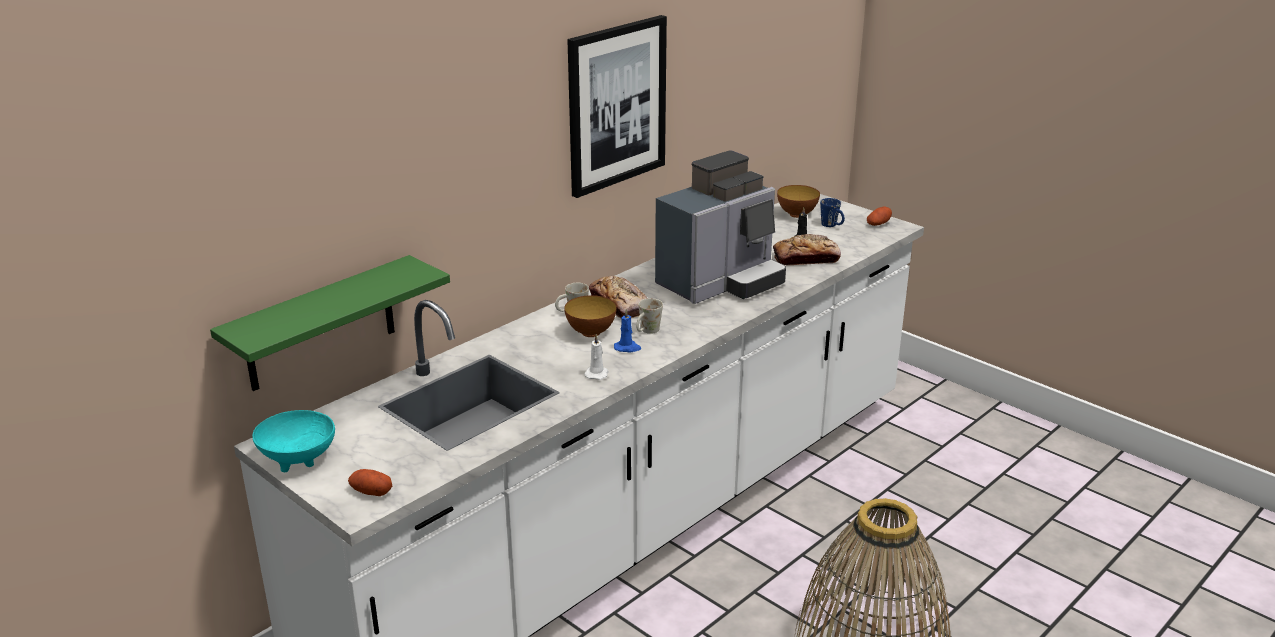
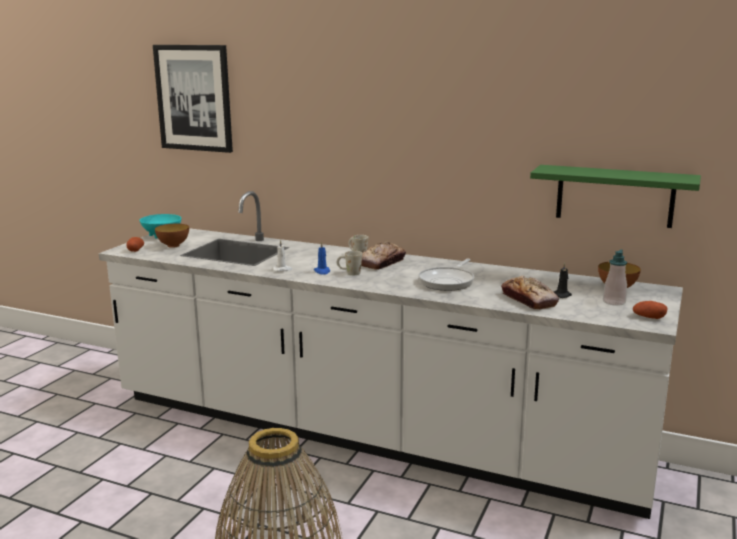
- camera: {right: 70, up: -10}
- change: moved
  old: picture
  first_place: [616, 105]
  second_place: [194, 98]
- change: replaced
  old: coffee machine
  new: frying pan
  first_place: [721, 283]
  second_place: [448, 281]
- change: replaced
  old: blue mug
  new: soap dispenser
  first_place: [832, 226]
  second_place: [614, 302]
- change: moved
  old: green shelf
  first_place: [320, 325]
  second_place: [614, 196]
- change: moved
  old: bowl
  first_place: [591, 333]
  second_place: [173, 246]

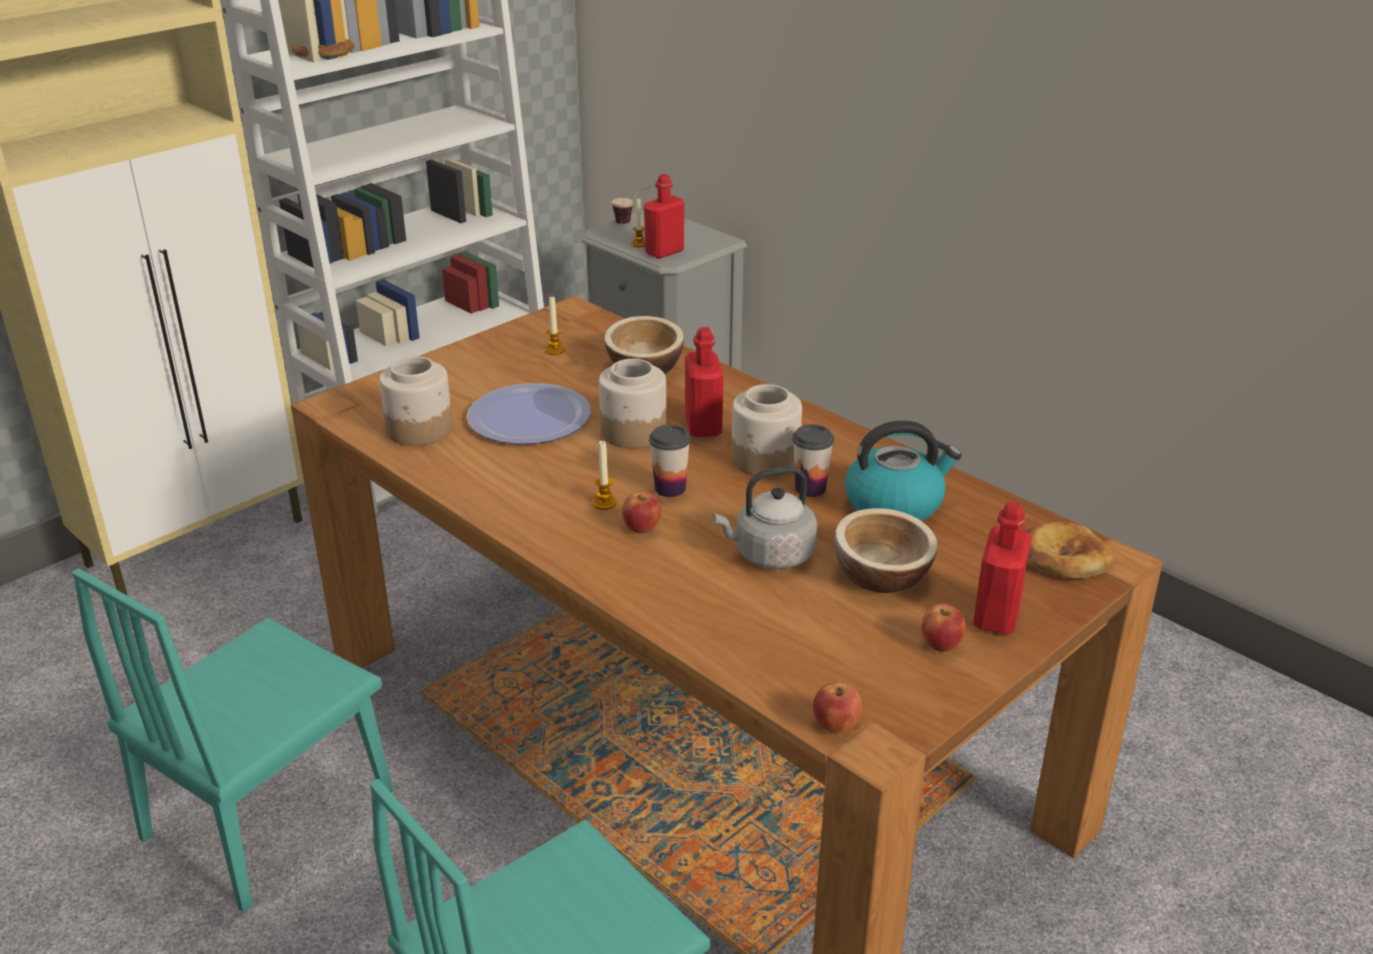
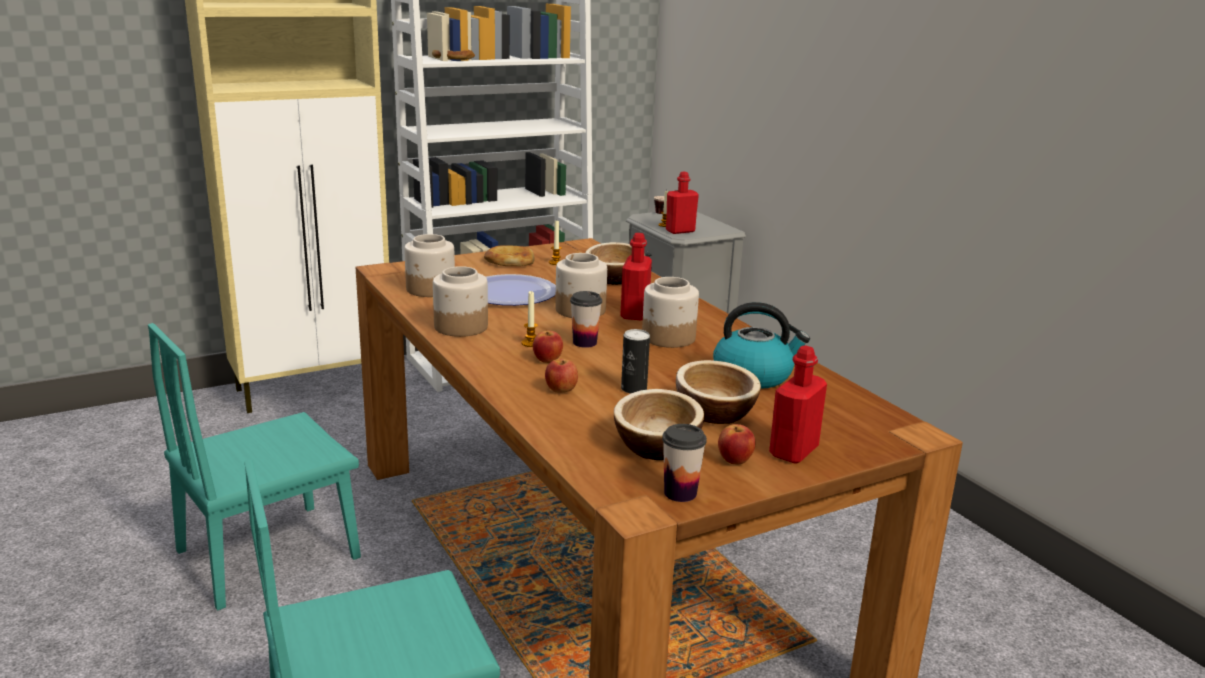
- camera: {right: 15, up: -10}
- change: moved
  old: cup
  first_place: [810, 488]
  second_place: [680, 493]
- change: replaced
  old: grey kettle
  new: can
  first_place: [770, 555]
  second_place: [634, 389]
- change: moved
  old: bread
  first_place: [1064, 557]
  second_place: [510, 260]
- change: moved
  old: apple
  first_place: [836, 726]
  second_place: [561, 390]
- change: added
  new: jar
  second_place: [460, 327]
- change: added
  new: bowl
  second_place: [656, 447]

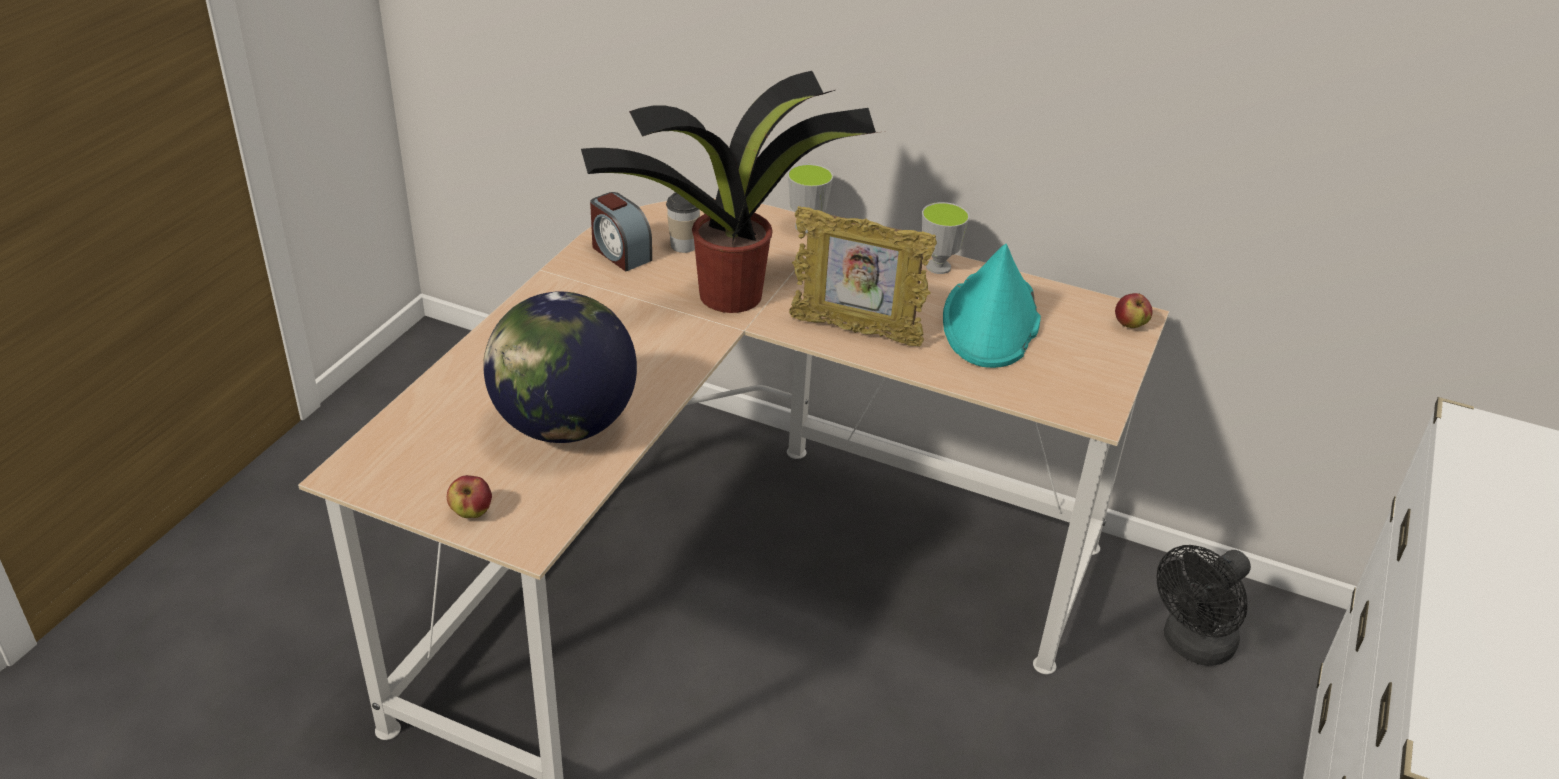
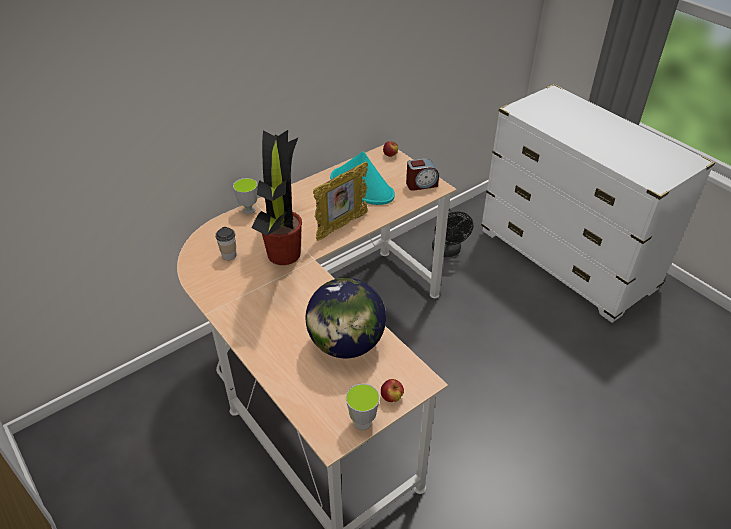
- camera: {right: -60, up: 5}
- change: moved
  old: alarm clock
  first_place: [620, 253]
  second_place: [421, 184]
- change: moved
  old: cup
  first_place: [938, 267]
  second_place: [362, 423]

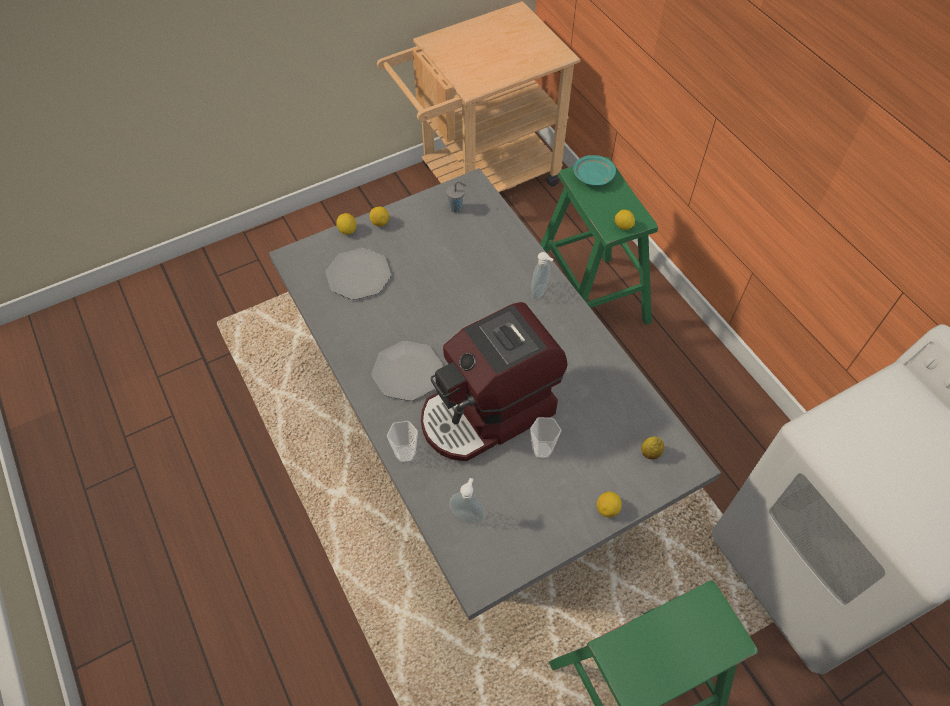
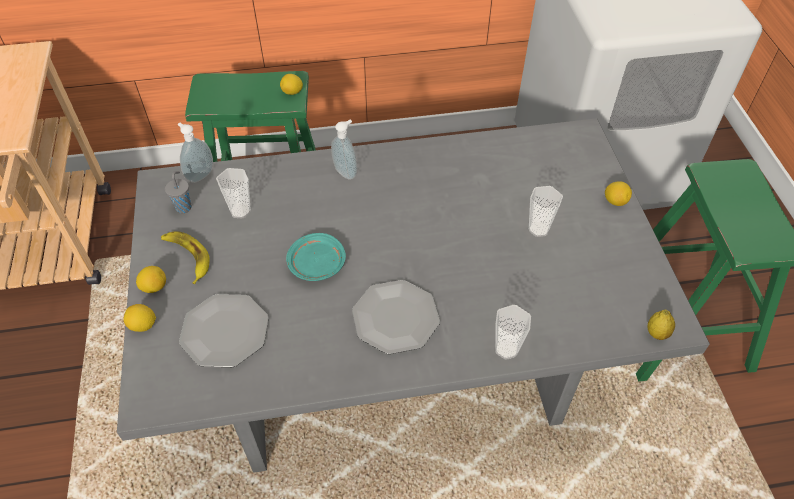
- camera: {right: -70, up: -5}
- change: moved
  old: turquoise plate
  first_place: [592, 176]
  second_place: [317, 264]
- change: removed
  old: coffee machine
  first_place: [488, 413]
- change: moved
  old: lemon
  first_place: [650, 453]
  second_place: [657, 333]
- change: moved
  old: soap dispenser
  first_place: [468, 515]
  second_place: [199, 175]
- change: added
  new: cup
  second_place: [240, 211]
- change: added
  new: banana
  second_place: [187, 257]

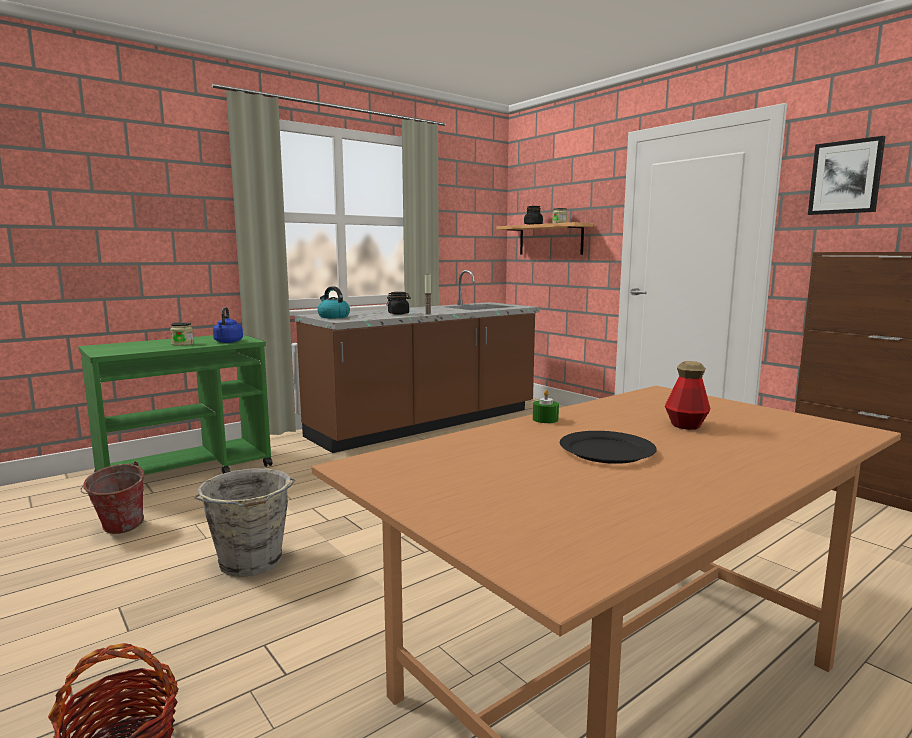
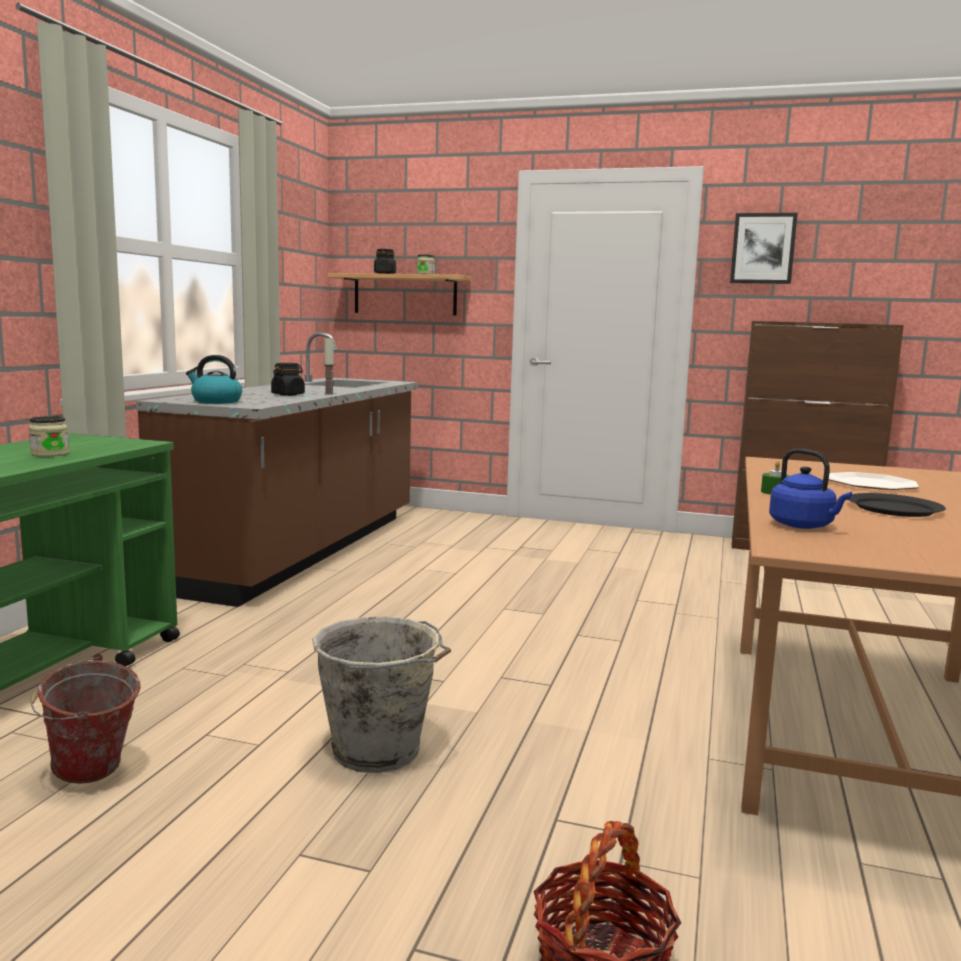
- camera: {right: -35, up: 0}
- change: moved
  old: blue kettle
  first_place: [228, 342]
  second_place: [804, 526]
- change: replaced
  old: bottle
  new: plate
  first_place: [685, 425]
  second_place: [872, 484]

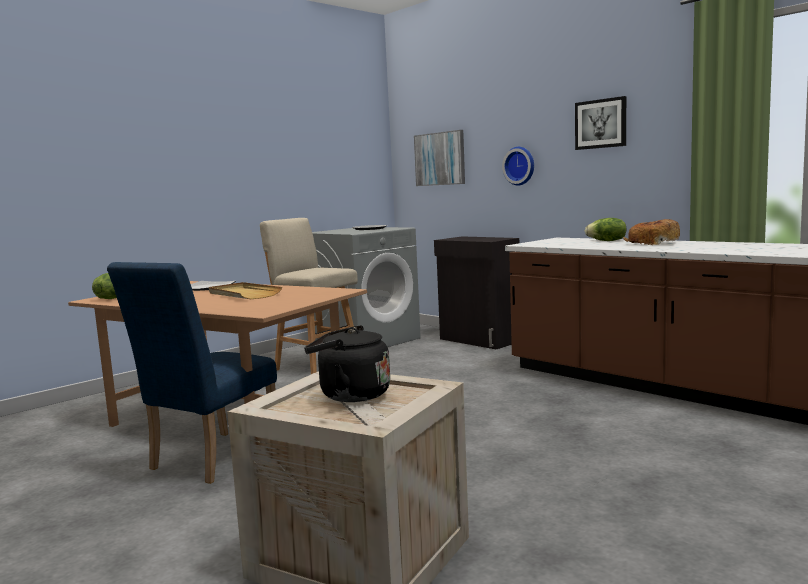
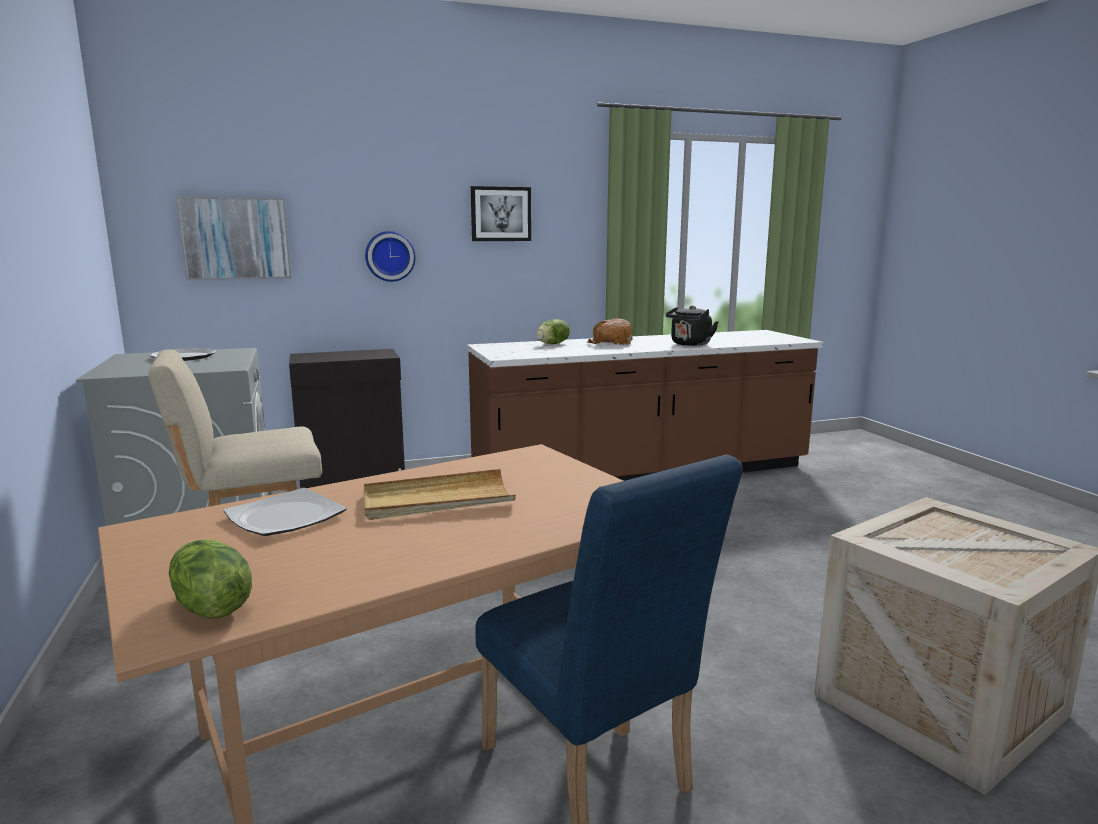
- camera: {right: -65, up: 5}
- change: moved
  old: black kettle
  first_place: [350, 395]
  second_place: [689, 344]

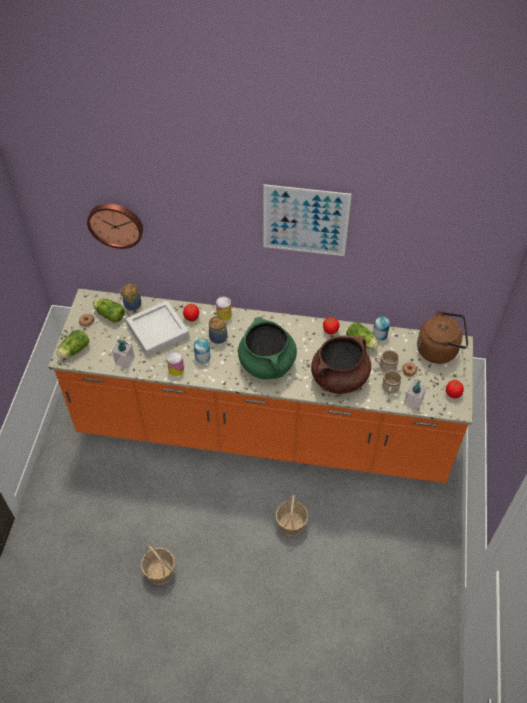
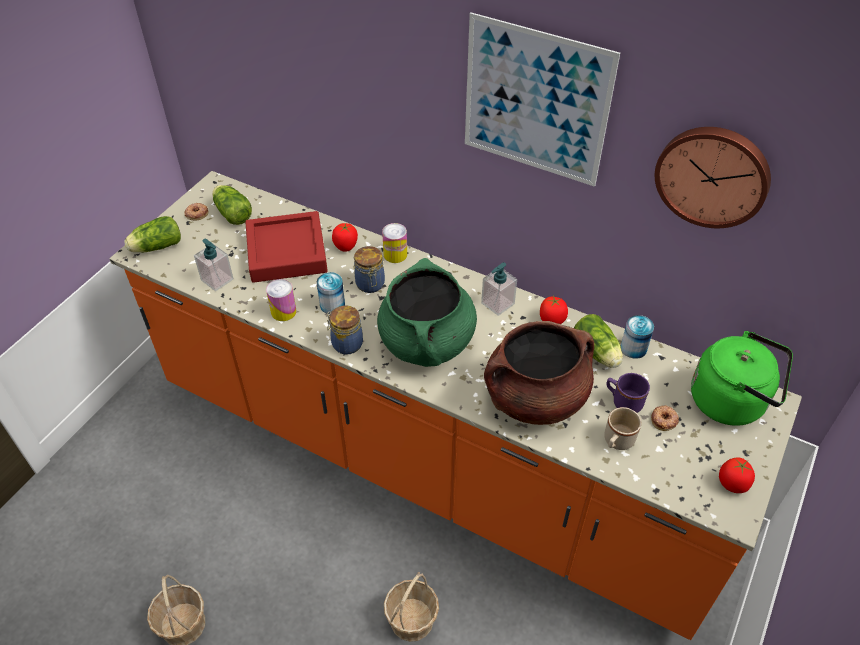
- camera: {right: 20, up: -5}
- change: moved
  old: wall clock
  first_place: [116, 224]
  second_place: [713, 175]
- change: moved
  old: jar
  first_place: [132, 304]
  second_place: [346, 343]
- change: recoloured
  old: grey tray
  new: red tray
  first_place: [158, 331]
  second_place: [287, 252]
- change: recoloured
  old: brown kettle
  new: green kettle
  first_place: [439, 349]
  second_place: [732, 401]
- change: recoloured
  old: beige mug
  new: purple mug
  first_place: [385, 366]
  second_place: [623, 401]
- change: moved
  old: soap dispenser
  first_place: [413, 402]
  second_place: [497, 303]

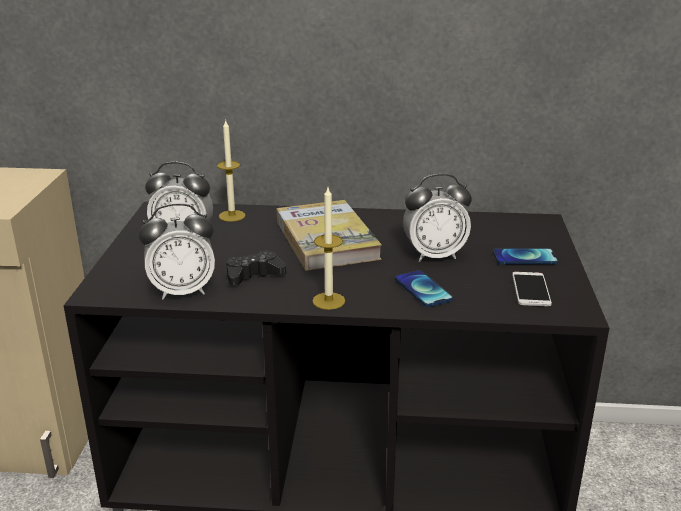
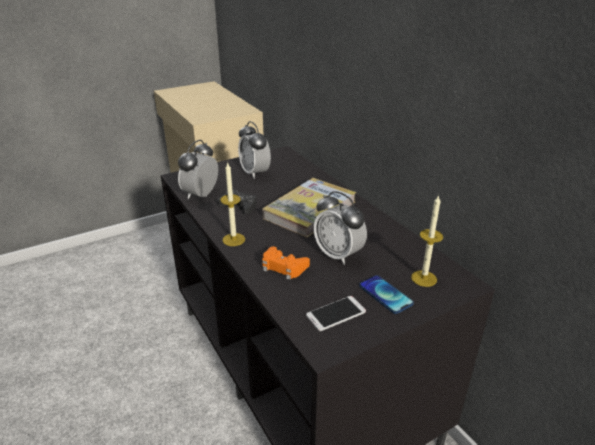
- camera: {right: 55, up: 5}
- change: moved
  old: candle
  first_place: [232, 216]
  second_place: [424, 278]
- change: turned
  old: alarm clock
  first_place: [182, 291]
  second_place: [201, 195]
  degrees: 75
- change: replaced
  old: phone
  new: orange game controller
  first_place: [423, 290]
  second_place: [283, 267]

